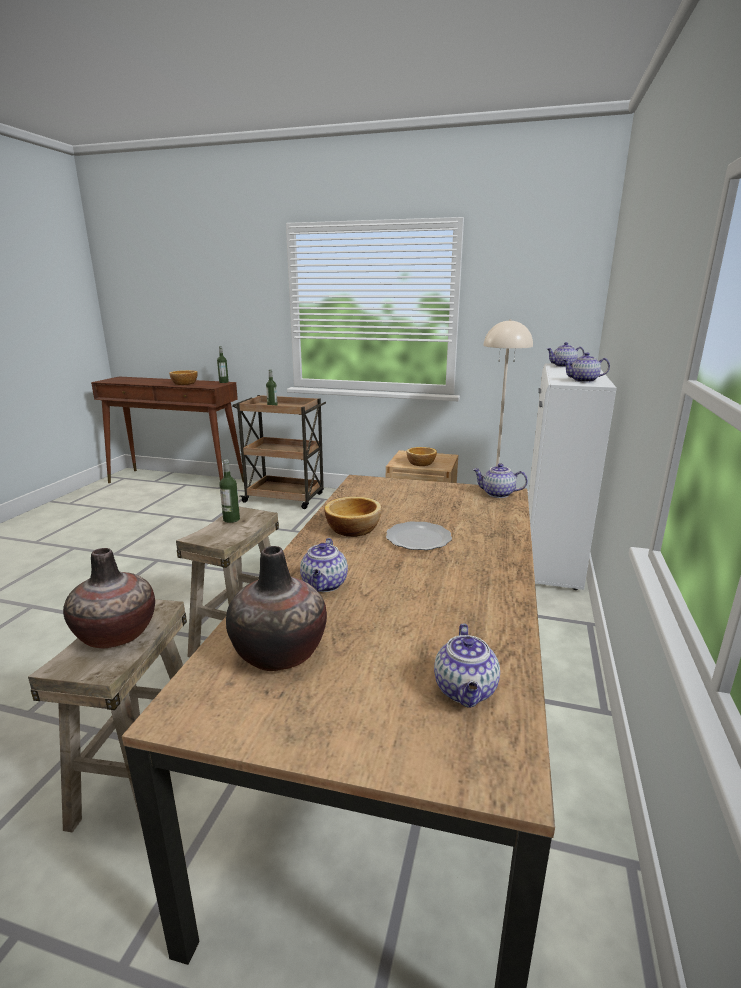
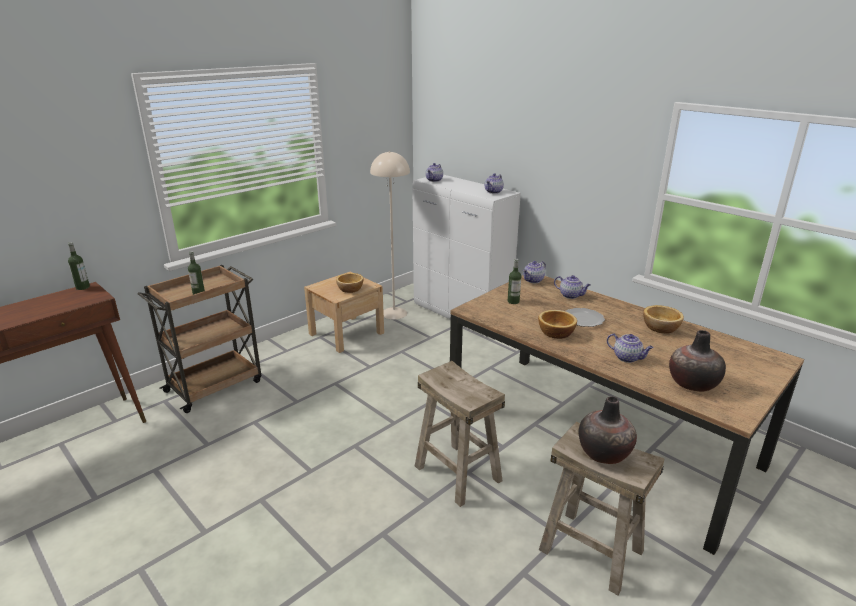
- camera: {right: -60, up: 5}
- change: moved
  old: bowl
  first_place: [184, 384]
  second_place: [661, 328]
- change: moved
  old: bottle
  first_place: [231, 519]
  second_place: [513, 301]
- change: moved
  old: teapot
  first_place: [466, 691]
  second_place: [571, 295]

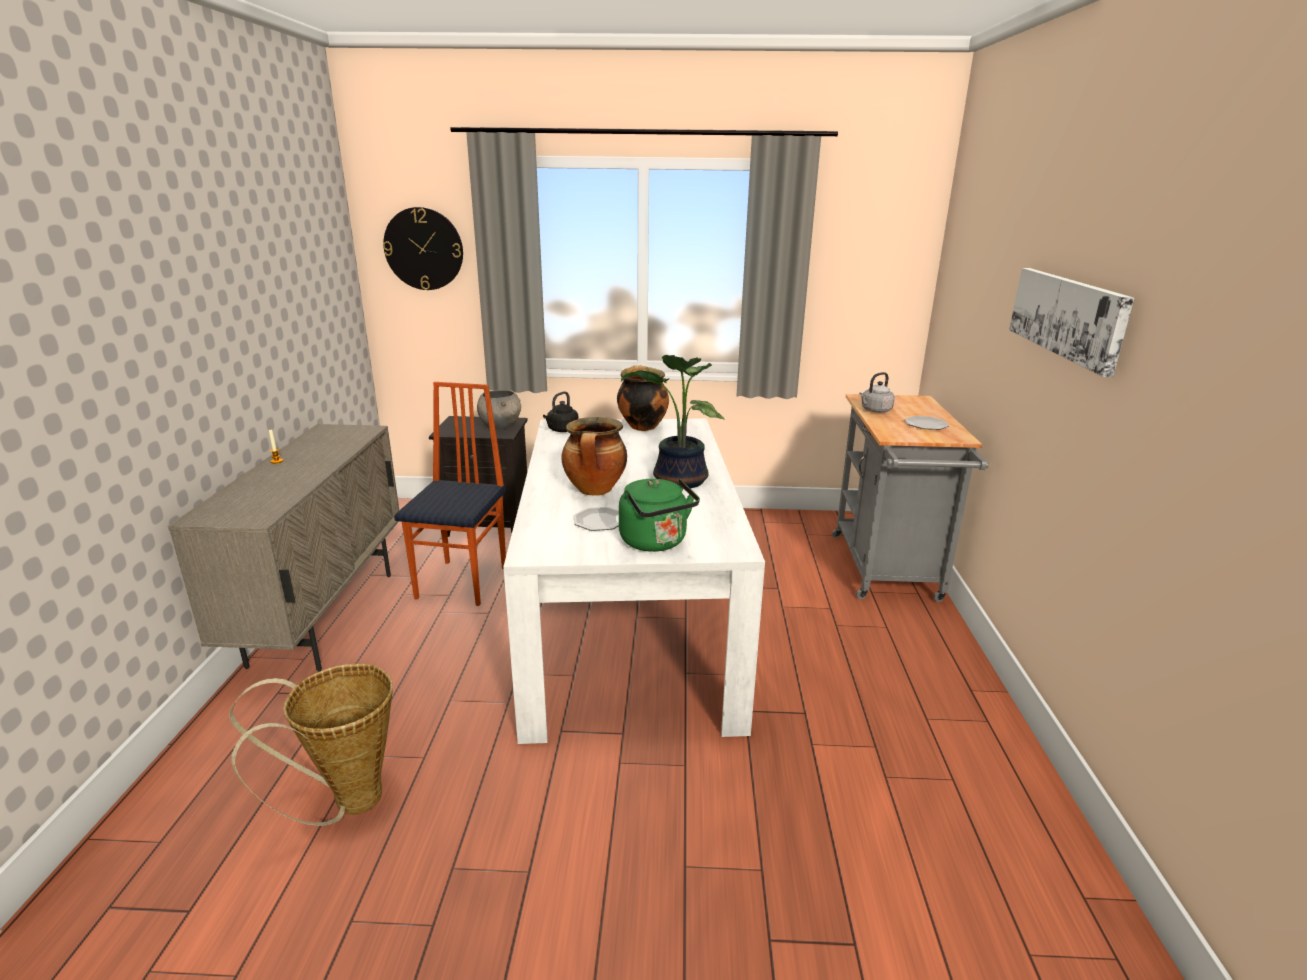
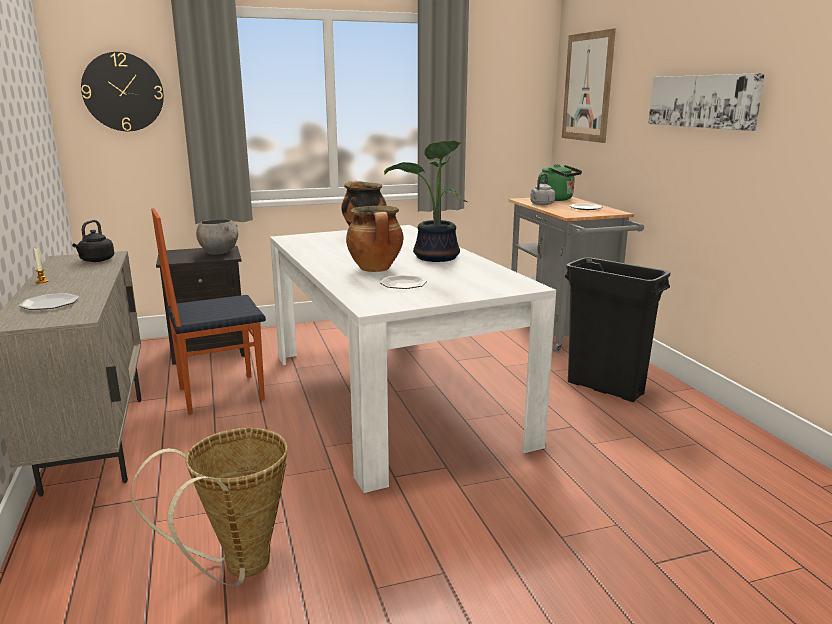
- camera: {right: -20, up: -5}
- change: turned
  old: chair
  first_place: [464, 582]
  second_place: [220, 393]
  degrees: -105
- change: moved
  old: black kettle
  first_place: [561, 430]
  second_place: [96, 260]
- change: moved
  old: green kettle
  first_place: [656, 542]
  second_place: [557, 199]
- change: added
  new: picture
  second_place: [587, 87]
- change: added
  new: black trash can
  second_place: [605, 388]
- change: added
  new: plate
  second_place: [49, 304]

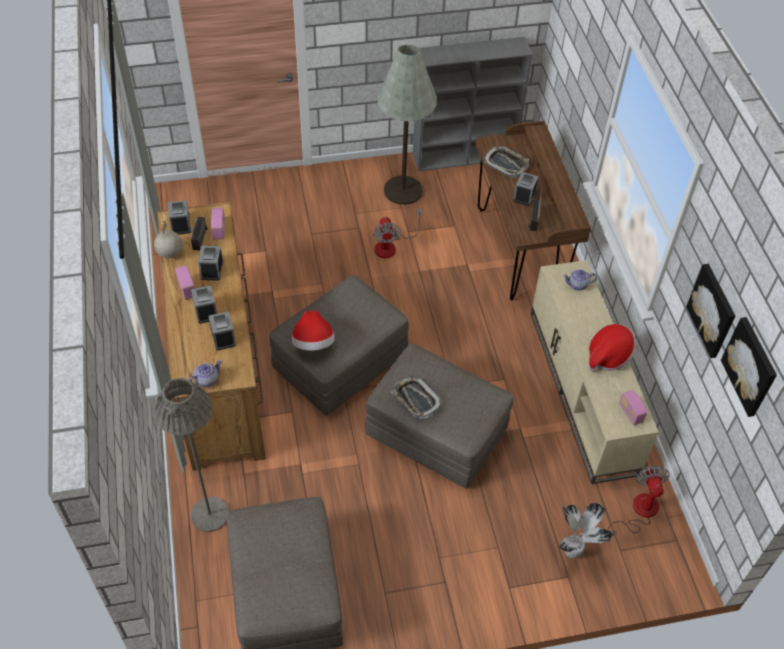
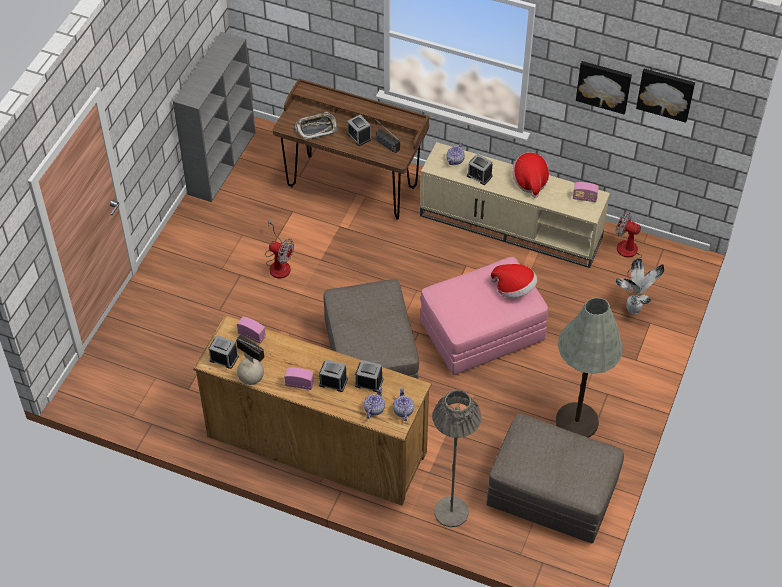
- camera: {right: -55, up: 0}
- change: moved
  old: grey floor lamp
  first_place: [403, 190]
  second_place: [577, 421]
- change: moved
  old: alarm clock
  first_place: [212, 270]
  second_place: [479, 176]
- change: moved
  old: hat
  first_place: [313, 343]
  second_place: [514, 289]
- change: recoloured
  old: grey ottoman
  new: pink ottoman
  first_place: [437, 432]
  second_place: [482, 332]
- change: removed
  old: tray
  first_place: [415, 399]
- change: added
  new: teapot
  second_place: [374, 409]

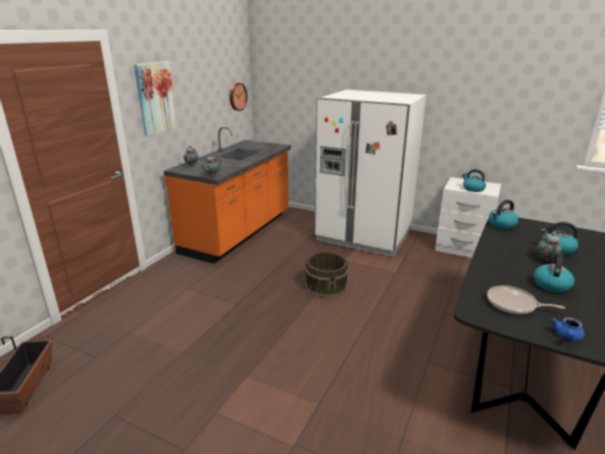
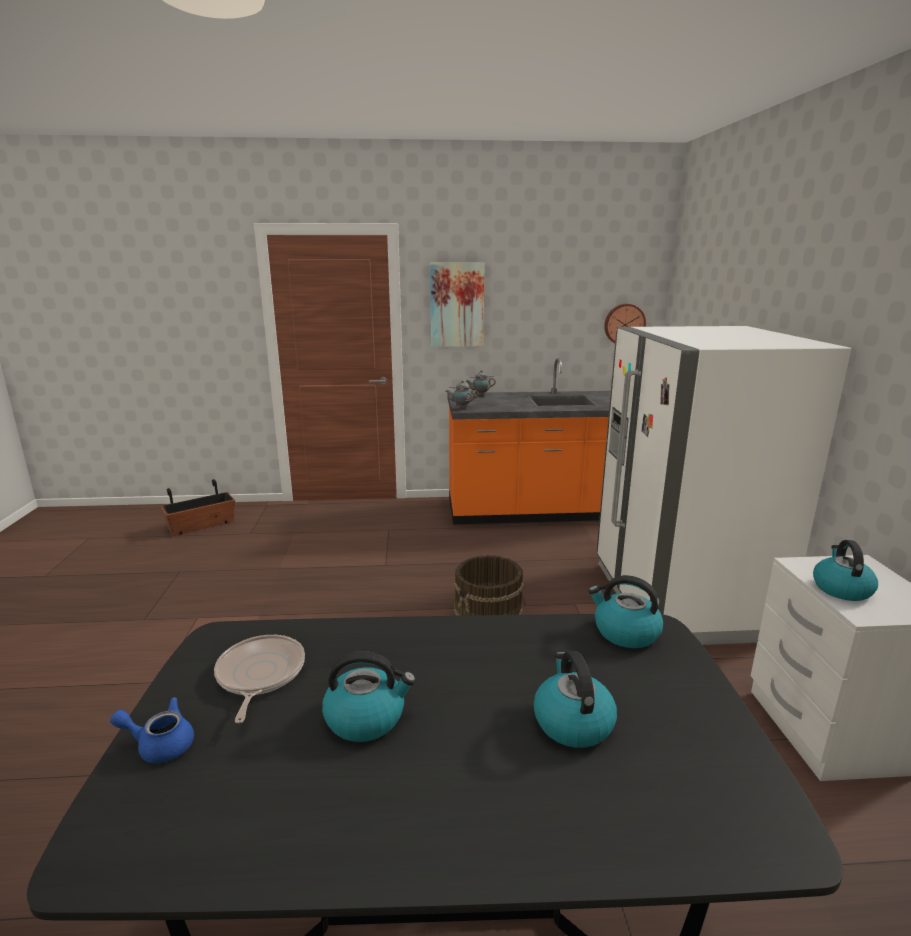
- camera: {right: 60, up: -5}
- change: removed
  old: teapot
  first_place: [546, 259]

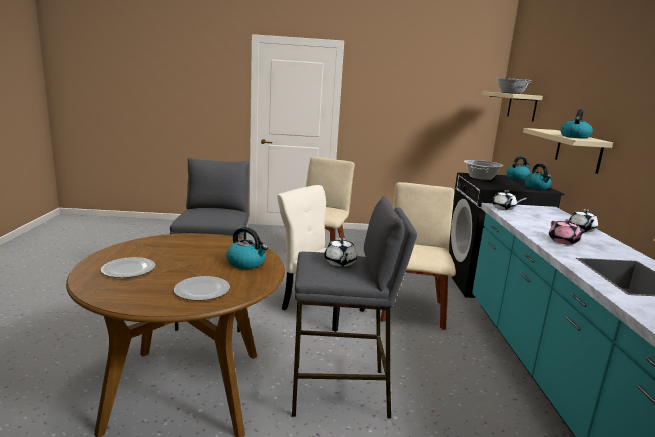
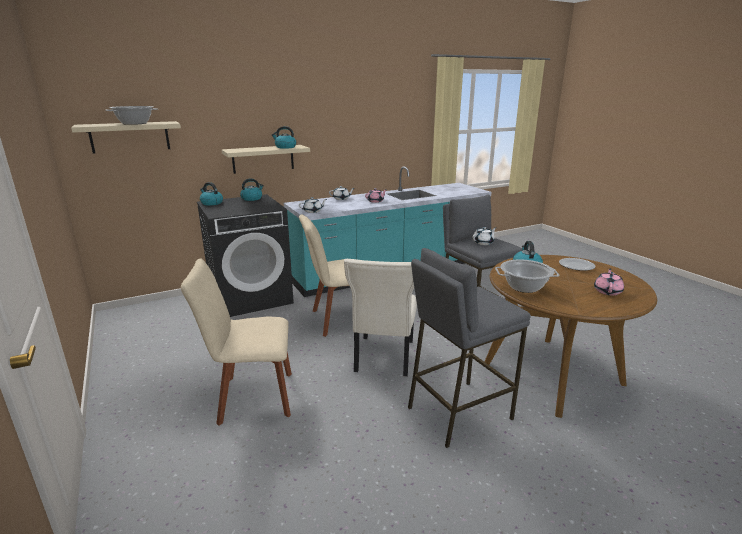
- camera: {right: -115, up: 5}
- change: moved
  old: cooking pot
  first_place: [481, 178]
  second_place: [524, 287]
- change: replaced
  old: plate
  new: pink teapot
  first_place: [129, 270]
  second_place: [607, 291]

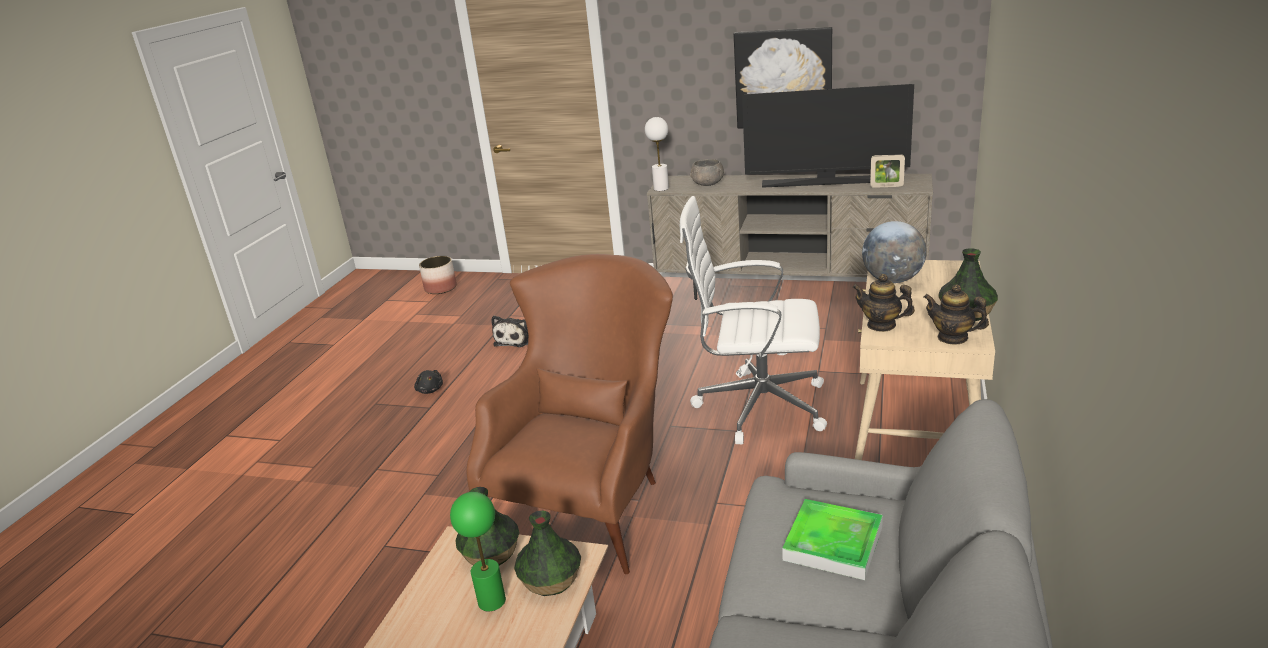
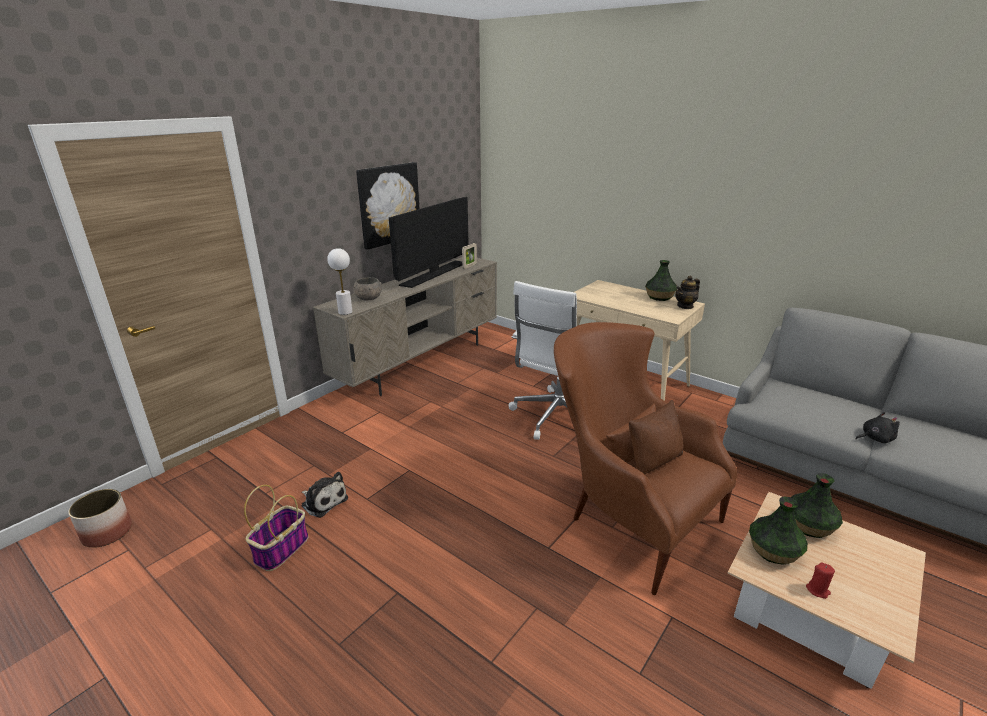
- camera: {right: -70, up: 0}
- change: removed
  old: globe
  first_place: [892, 280]
- change: removed
  old: teapot
  first_place: [881, 325]
- change: moved
  old: black plush toy
  first_place: [430, 390]
  second_place: [874, 438]
- change: removed
  old: green table lamp
  first_place: [491, 601]
- change: removed
  old: tray
  first_place: [833, 543]
- change: added
  new: brown pillow
  second_place: [654, 460]
- change: added
  new: basket
  second_place: [281, 549]
- change: added
  new: red candle
  second_place: [817, 590]

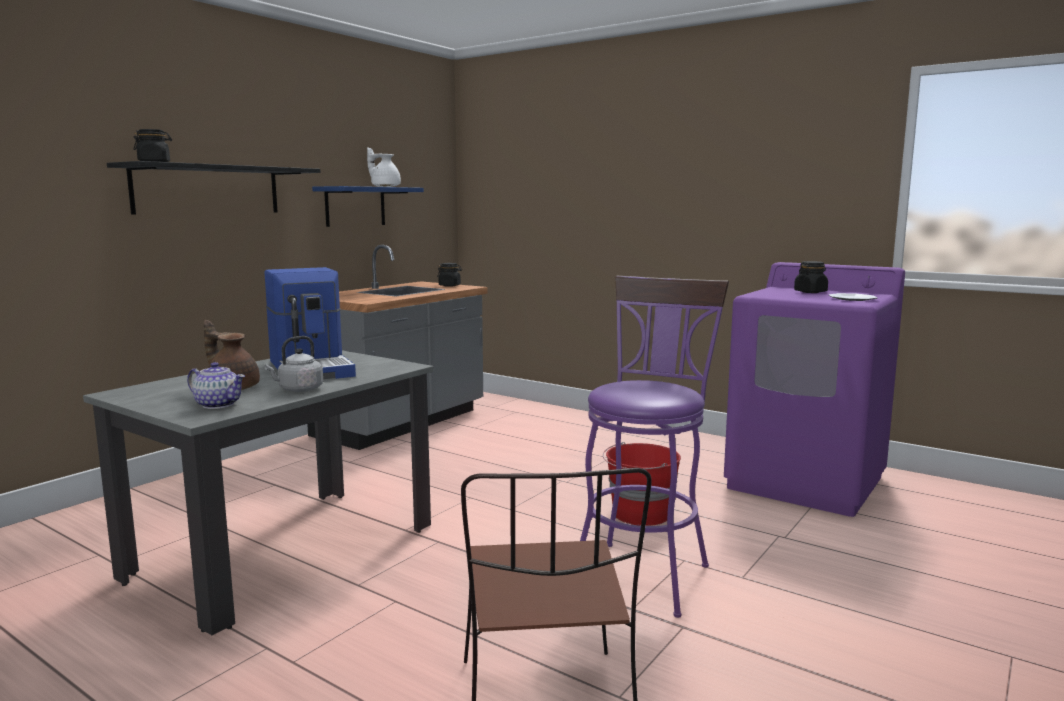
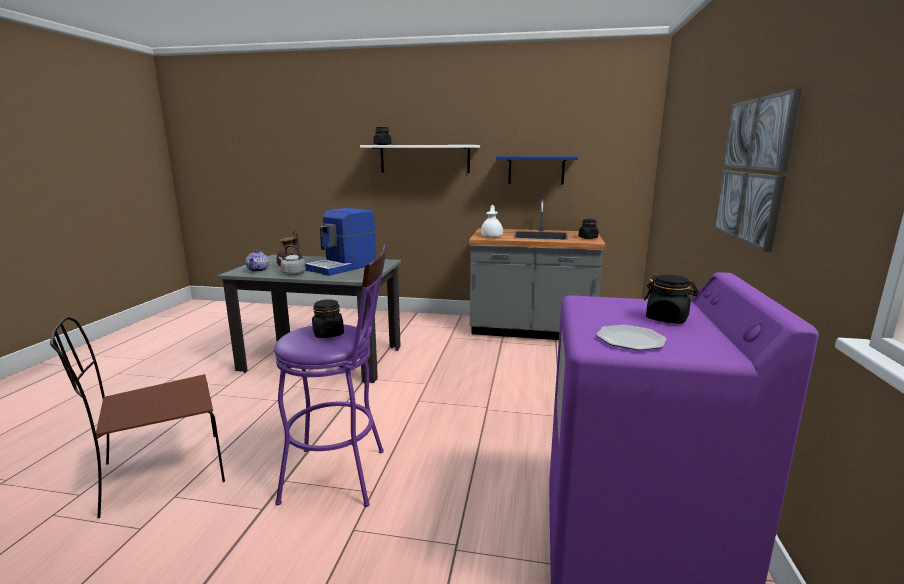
- camera: {right: 65, up: 5}
- change: moved
  old: white teapot
  first_place: [385, 187]
  second_place: [492, 236]
- change: recoloured
  old: black shelf
  new: white shelf
  first_place: [208, 190]
  second_place: [424, 159]
- change: removed
  old: red bucket
  first_place: [640, 514]
- change: added
  new: picture
  second_place: [753, 170]
- change: added
  new: black jar
  second_place: [328, 334]

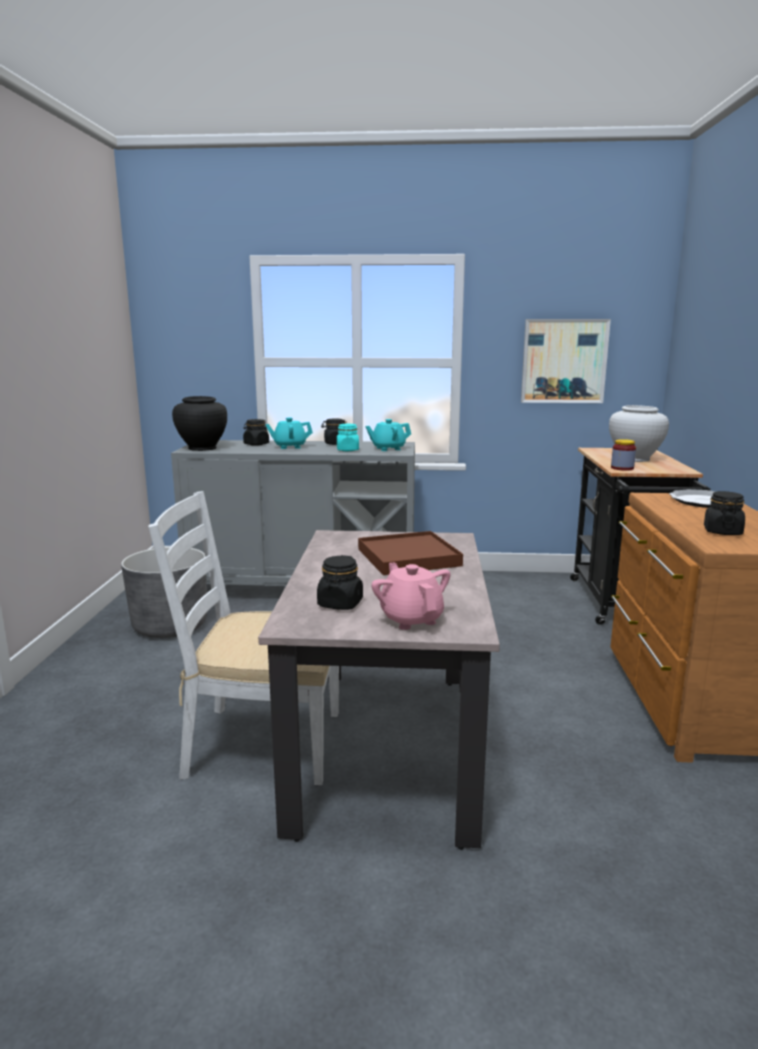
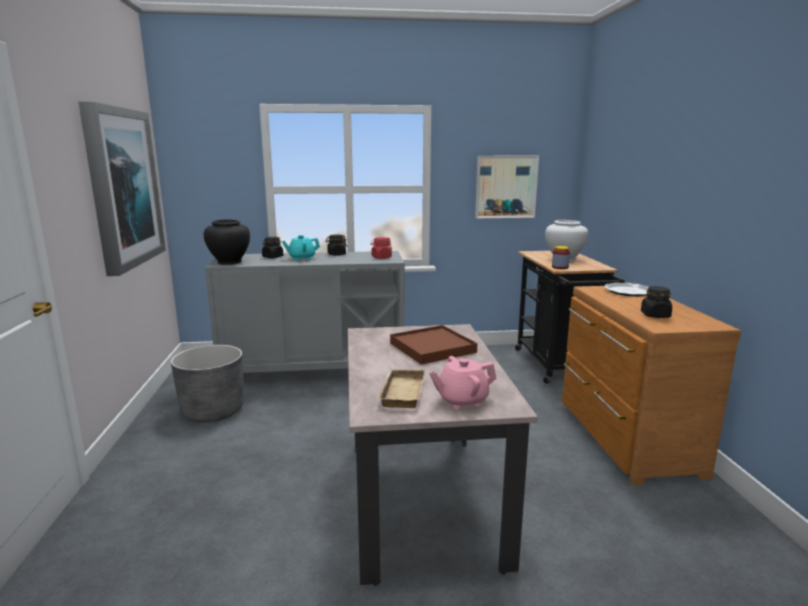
- camera: {right: -10, up: 0}
- change: replaced
  old: turquoise teapot
  new: red jar
  first_place: [388, 449]
  second_place: [381, 257]
- change: removed
  old: turquoise jar
  first_place: [347, 450]
- change: removed
  old: white chair
  first_place: [262, 743]
- change: replaced
  old: black jar
  new: beige tray
  first_place: [340, 604]
  second_place: [400, 392]
- change: turned
  old: pink teapot
  first_place: [411, 619]
  second_place: [462, 401]
  degrees: -75
- change: added
  new: picture
  second_place: [123, 188]

